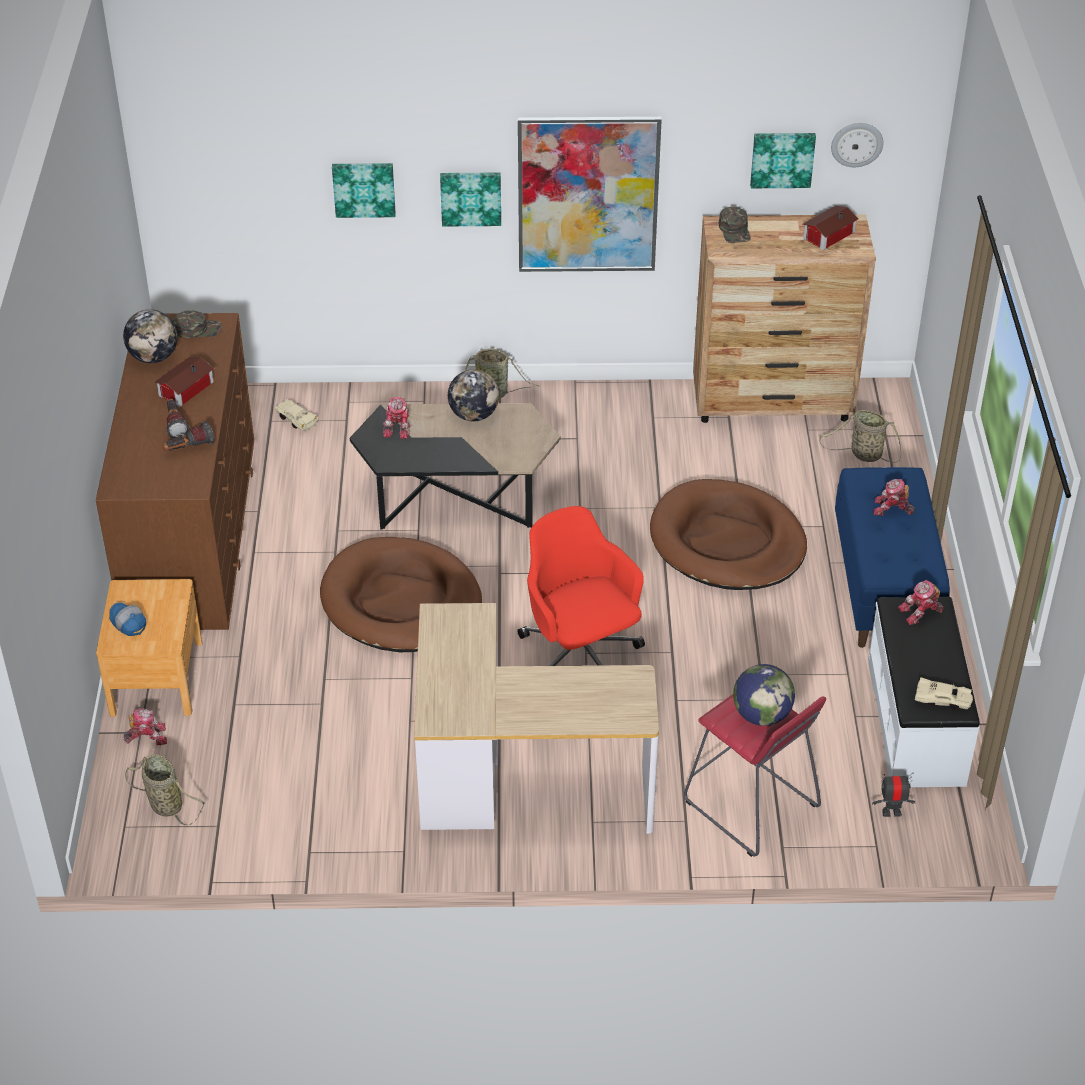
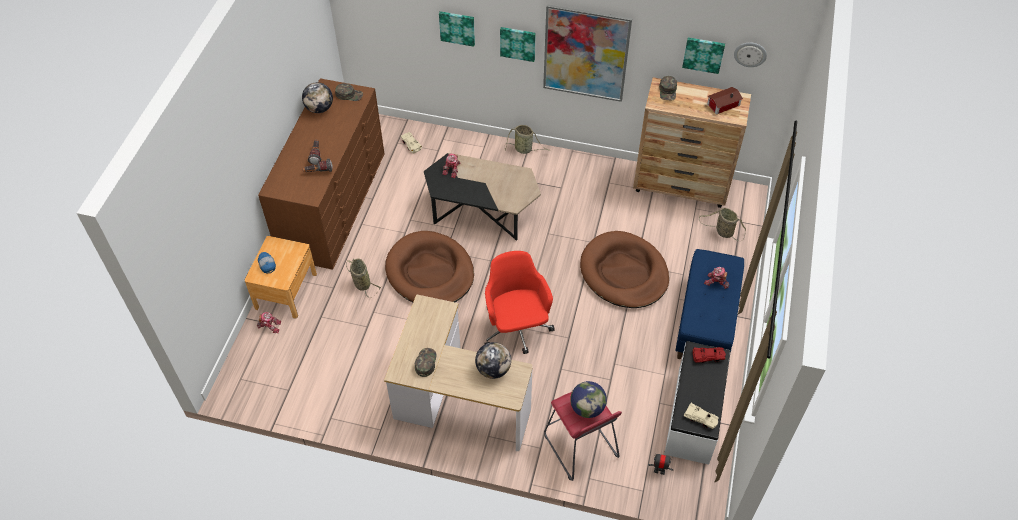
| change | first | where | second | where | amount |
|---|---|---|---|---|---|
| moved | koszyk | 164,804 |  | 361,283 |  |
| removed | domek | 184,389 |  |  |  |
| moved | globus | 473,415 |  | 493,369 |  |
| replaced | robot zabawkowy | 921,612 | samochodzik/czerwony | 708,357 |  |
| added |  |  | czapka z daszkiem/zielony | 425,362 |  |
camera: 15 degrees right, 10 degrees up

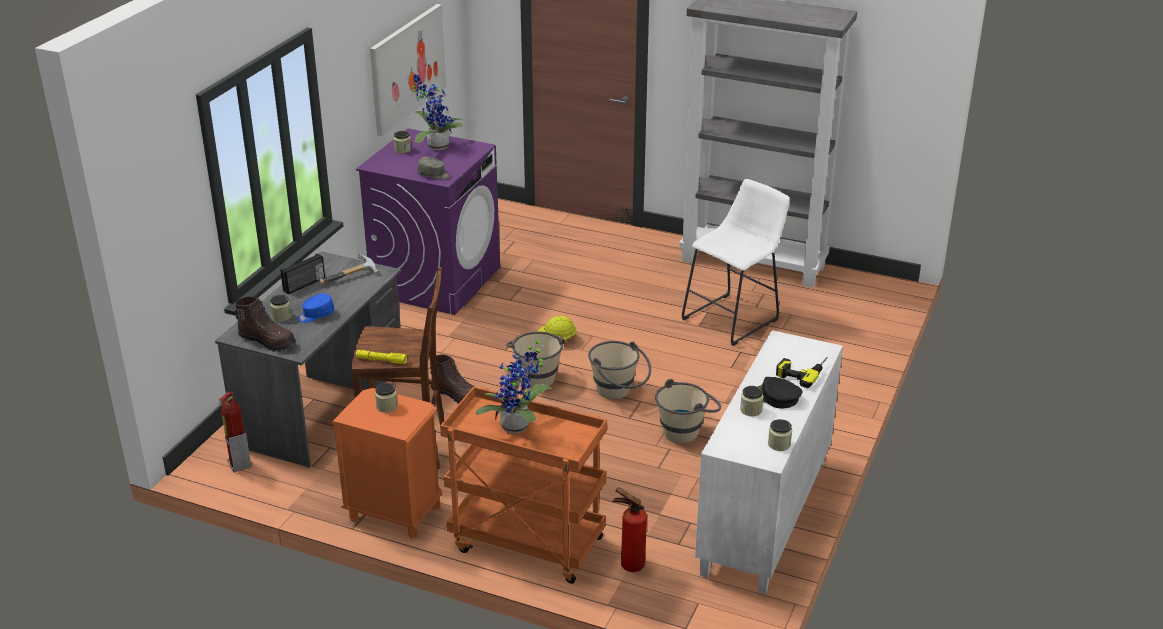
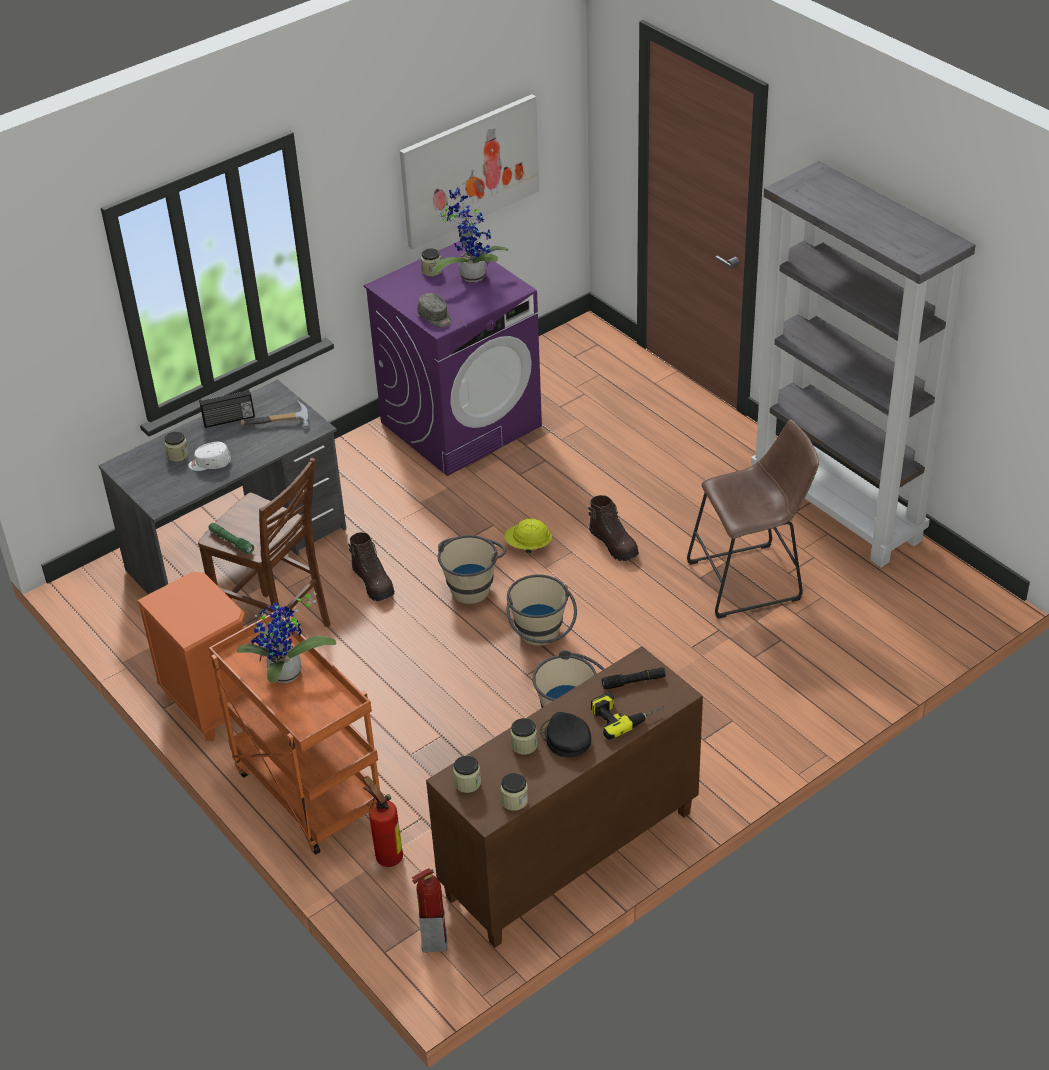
| change | first | where | second | where | amount |
|---|---|---|---|---|---|
| moved | gaśnica | 239,465 |  | 434,941 |  |
| moved | but z cholewką/brązowy | 268,341 |  | 614,544 |  |
| recoloured | czapka z daszkiem/niebieski | 315,315 | czapka z daszkiem/biały | 210,464 |  |
| recoloured | latarka/żółty | 381,360 | latarka/zielony | 231,542 |  |
| moved | słoik | 387,406 |  | 467,783 |  |
| recoloured | stołek/biały | 734,318 | stołek/brązowy | 751,580 |  |
| recoloured | szafka/biały | 765,518 | szafka/brązowy | 570,857 |  |
| added |  |  | latarka/czarny | 634,682 |  |
camera: 30 degrees right, 10 degrees up

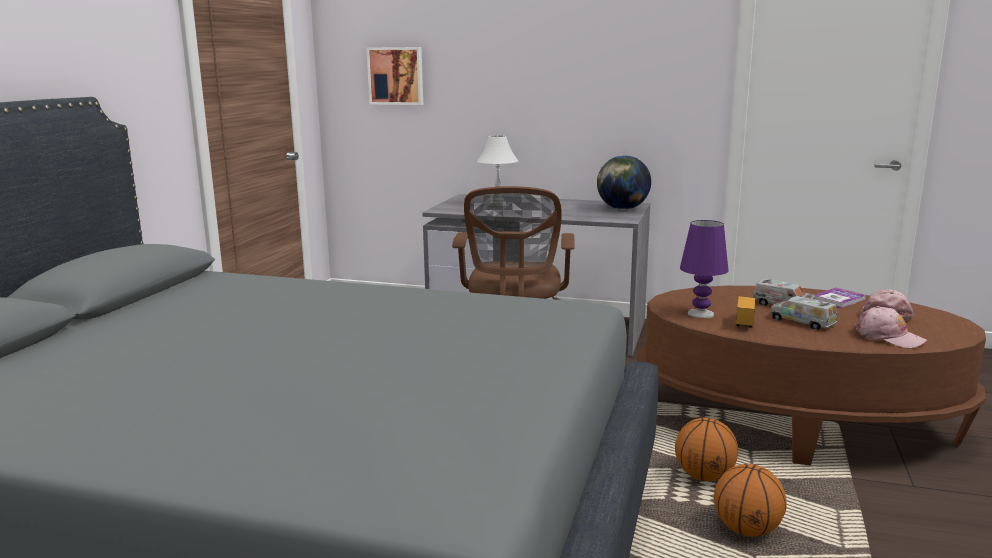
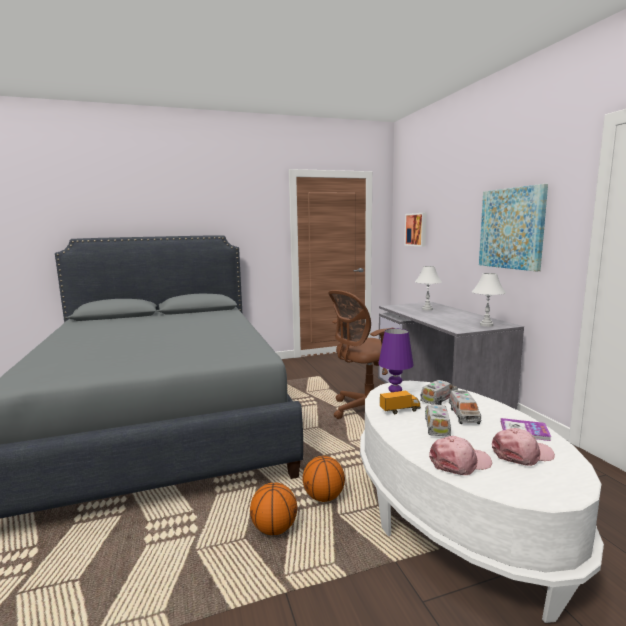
| change | first | where | second | where | amount |
|---|---|---|---|---|---|
| replaced | globus | 622,208 | lampa stołowa/biały | 486,325 |  |
| recoloured | ława/brązowy | 794,421 | ława/biały | 454,514 |  |
| turned | czapka z daszkiem/różowy | 888,337 |  | 460,462 | 120 degrees counterclockwise |
| added |  |  | ciężarówka zabawkowa | 439,399 |  |
| added |  |  | obraz | 511,228 |  |
camera: 55 degrees right, 5 degrees down

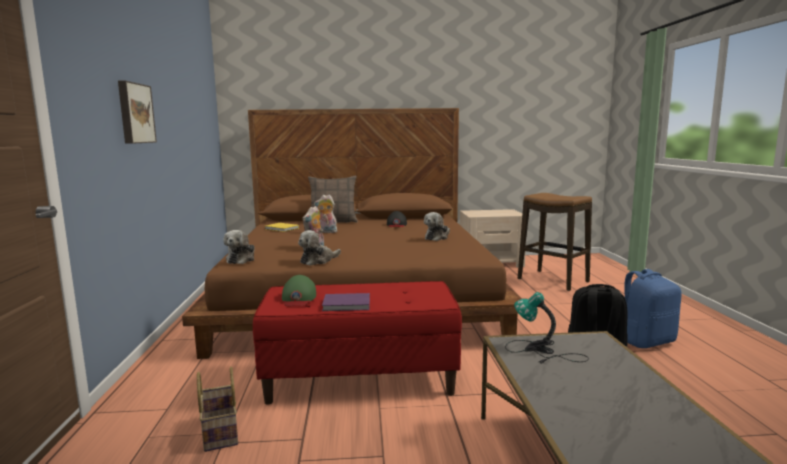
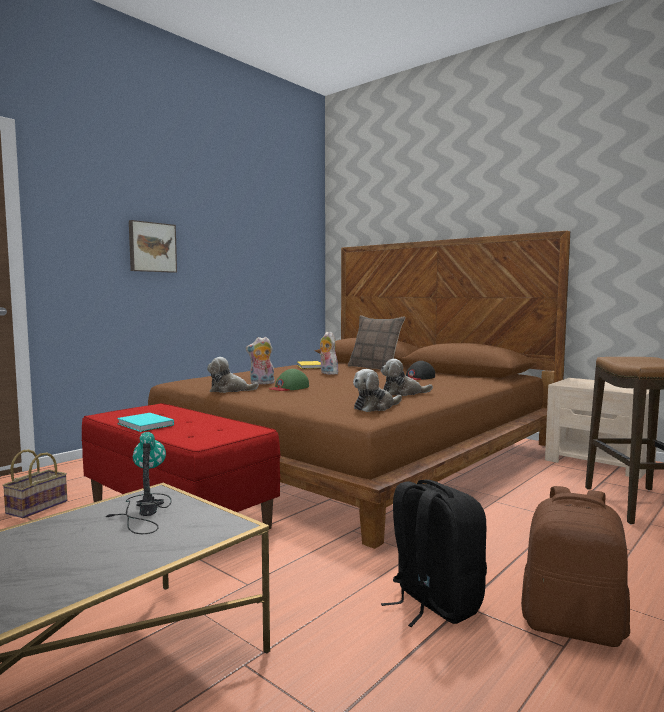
| change | first | where | second | where | amount |
|---|---|---|---|---|---|
| moved | pluszak | 241,259 |  | 375,407 |  |
| moved | czapka z daszkiem/zielony | 298,298 |  | 289,388 |  |
| recoloured | książka/fioletowy | 348,304 | książka/turkusowy | 145,425 |  |
| recoloured | plecak/niebieski | 646,341 | plecak/brązowy | 573,627 |  |
camera: 45 degrees right, 5 degrees down

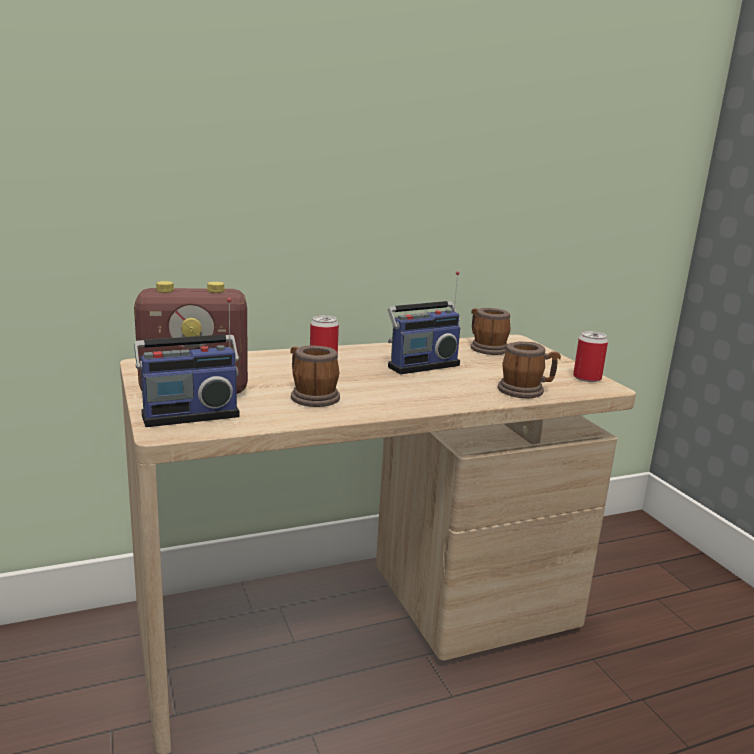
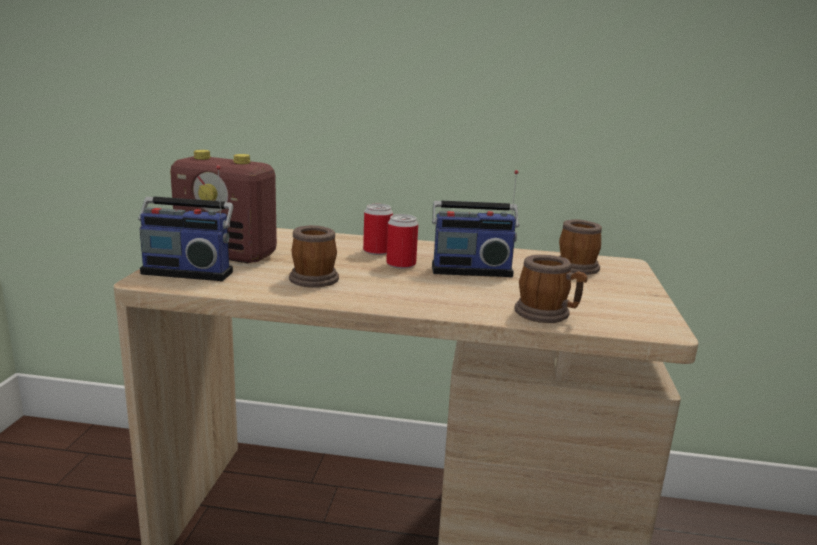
| change | first | where | second | where | amount |
|---|---|---|---|---|---|
| moved | puszka | 587,378 |  | 401,264 |  |
camera: 30 degrees right, 0 degrees up

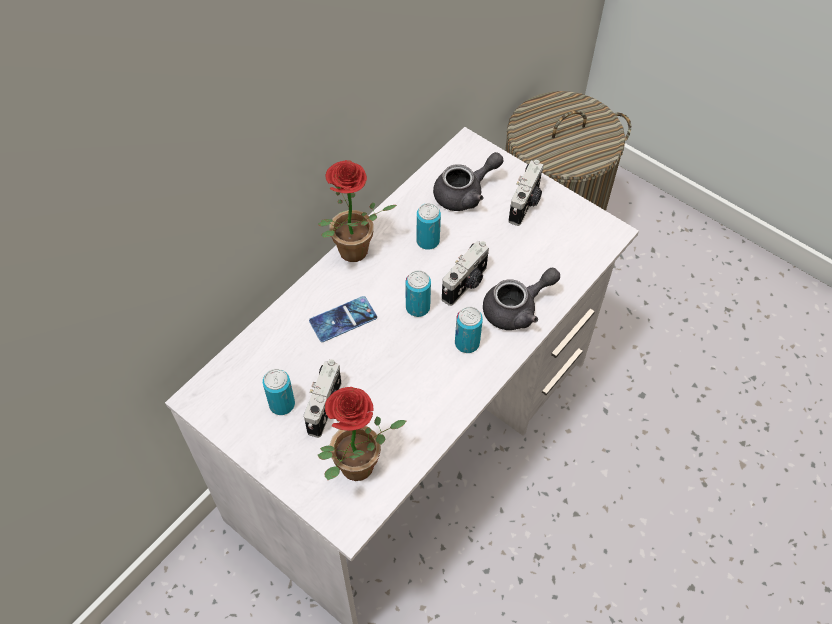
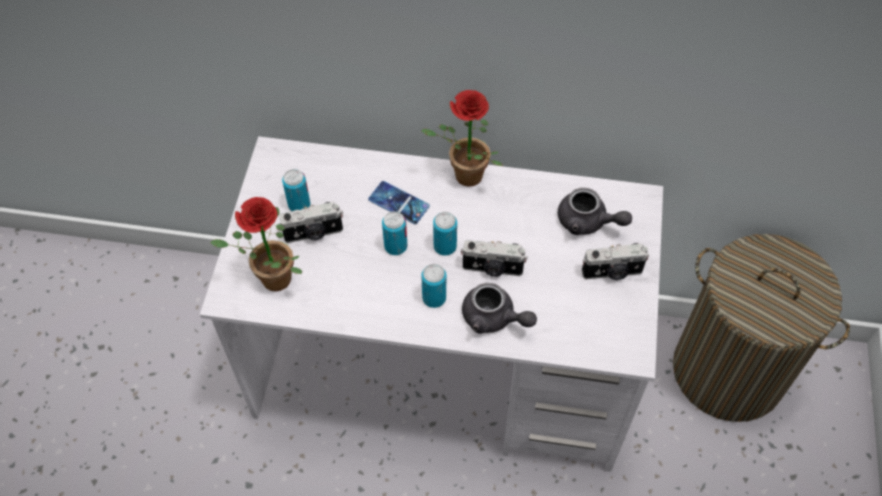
| change | first | where | second | where | amount |
|---|---|---|---|---|---|
| moved | puszka | 428,241 |  | 395,246 |  |
camera: 60 degrees right, 0 degrees up

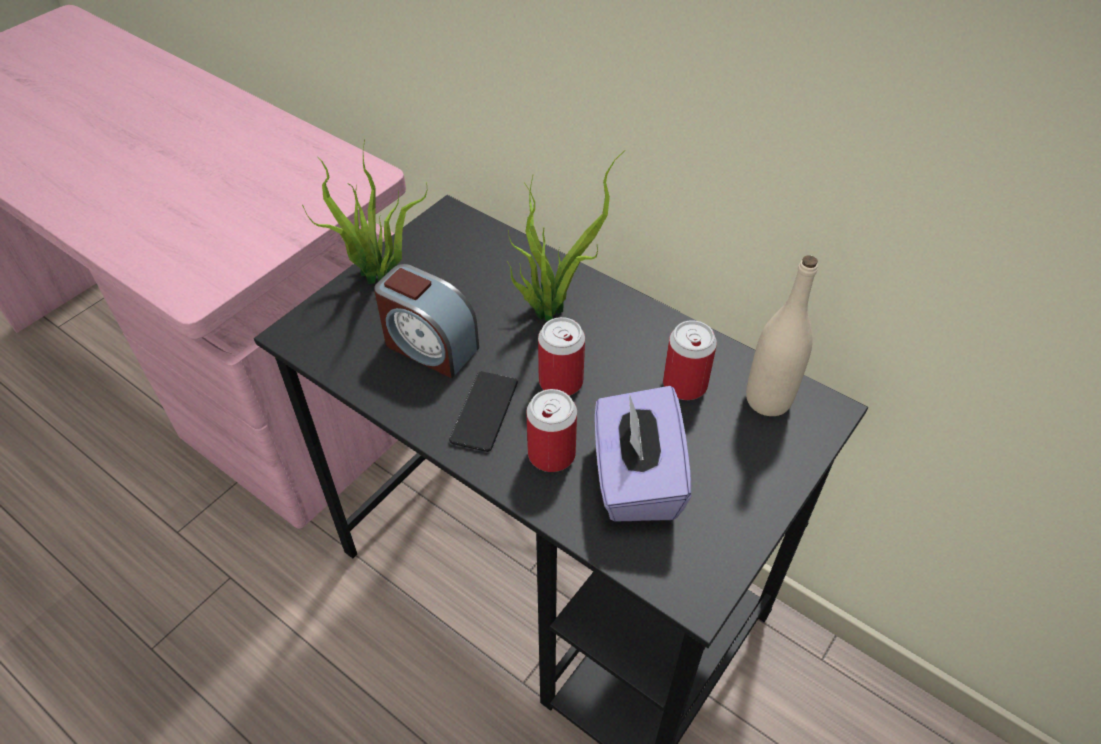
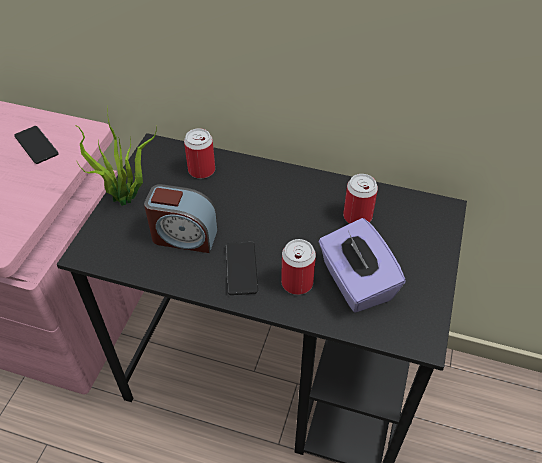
| change | first | where | second | where | amount |
|---|---|---|---|---|---|
| removed | roślina doniczkowa | 550,307 |  |  |  |
| moved | puszka | 561,381 |  | 201,170 |  |
| removed | butelka/beżowy | 768,400 |  |  |  |
| added |  |  | telefon | 36,145 |  |
camera: 20 degrees left, 0 degrees up

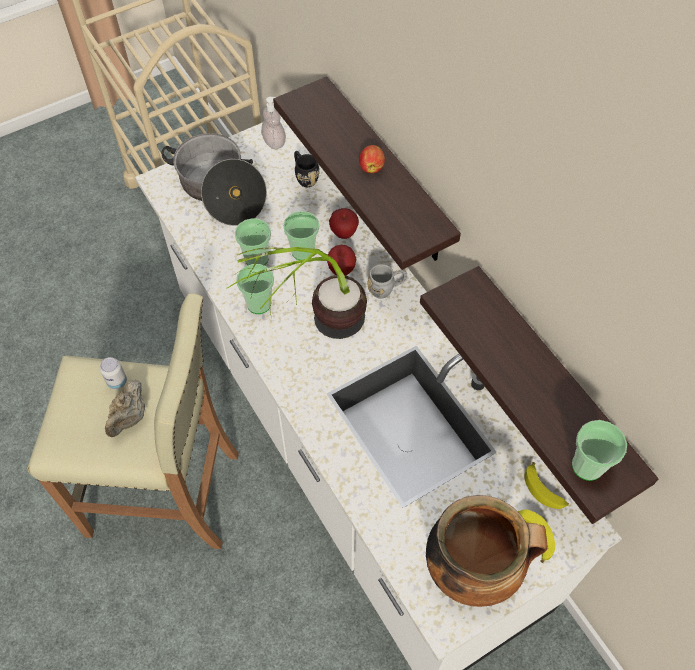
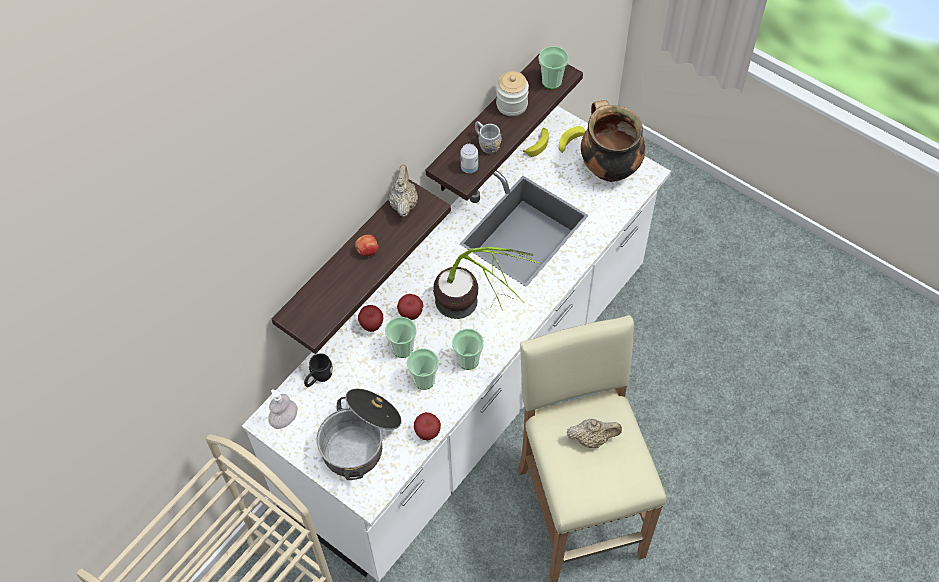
| change | first | where | second | where | amount |
|---|---|---|---|---|---|
| moved | puszka | 117,381 |  | 469,167 |  |
| moved | kubek/szary | 386,289 |  | 486,143 |  |
| added |  |  | imbryk/beżowy | 403,203 |  |
| added |  |  | jabłko | 427,433 |  |
| added |  |  | słoik | 512,104 |  |
camera: 110 degrees left, 0 degrees up

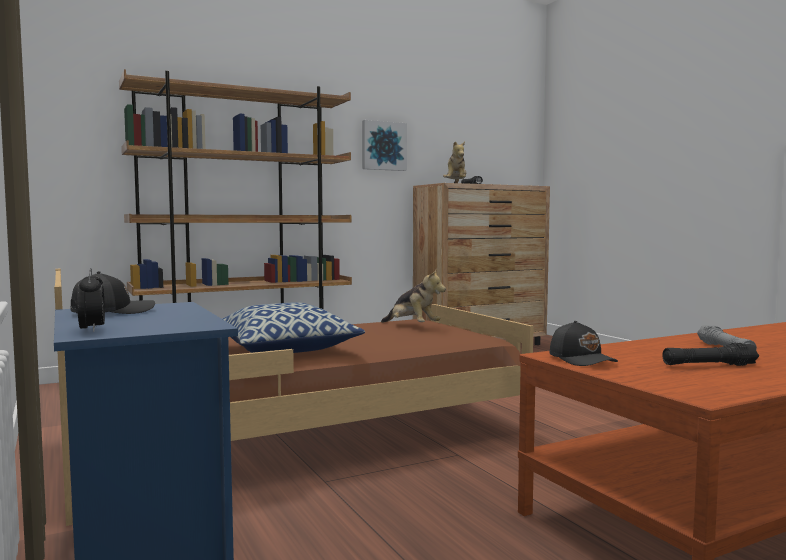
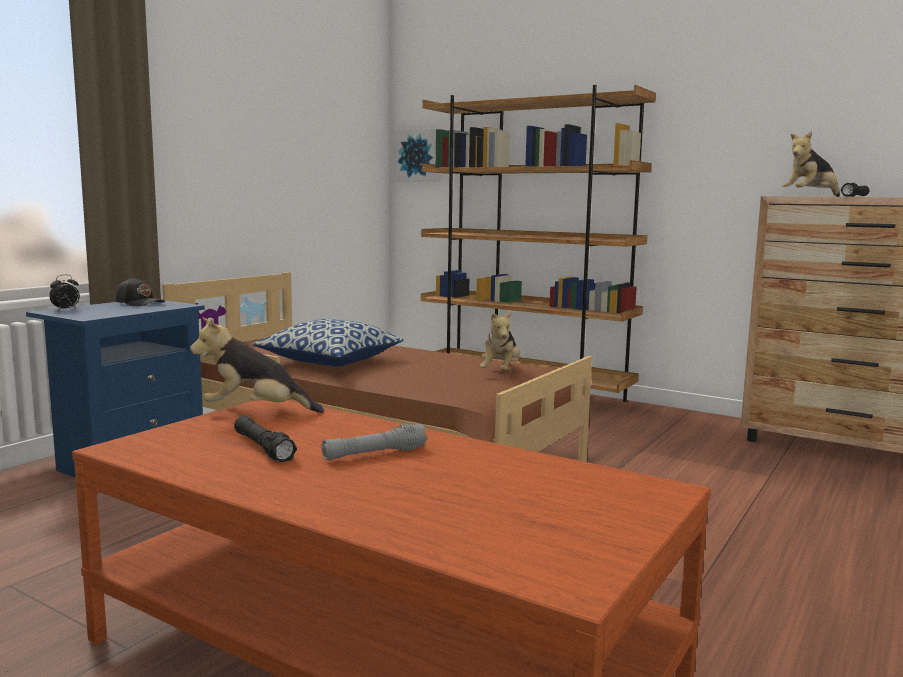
| change | first | where | second | where | amount |
|---|---|---|---|---|---|
| moved | obraz | 383,146 |  | 419,156 |  |
| replaced | czapka z daszkiem/czarny | 582,359 | pluszak | 256,411 |  |
camera: 60 degrees right, 5 degrees up

